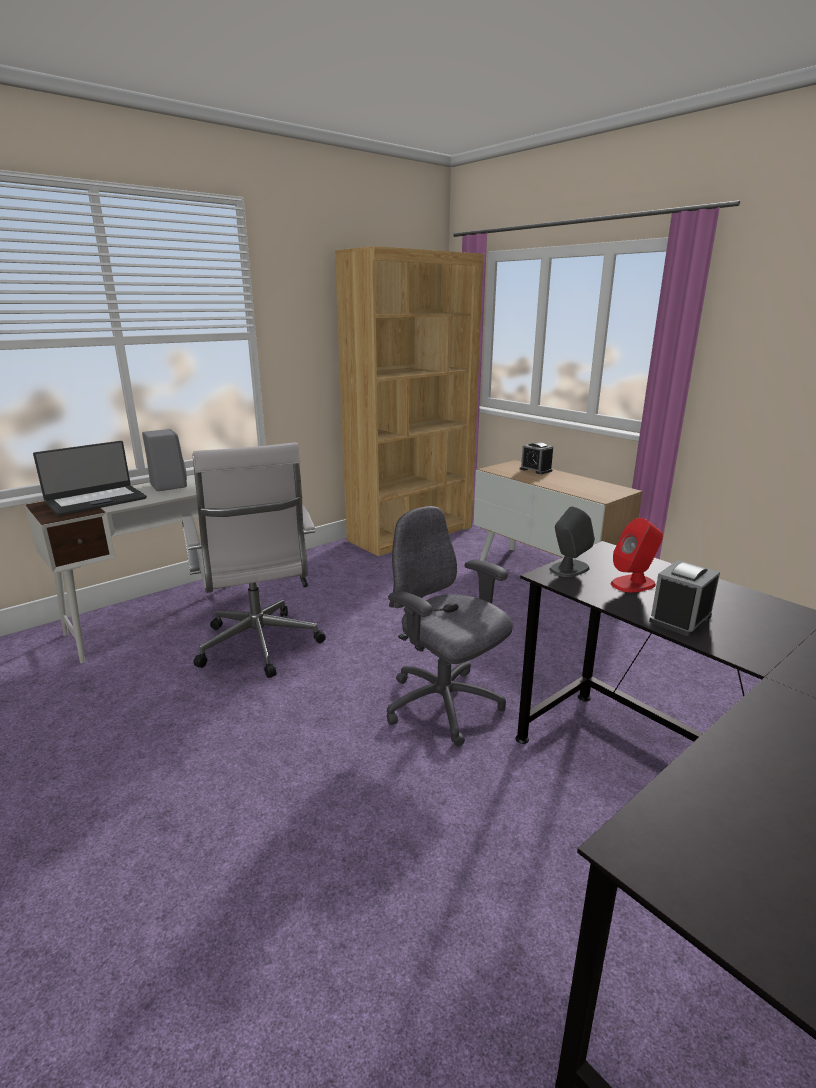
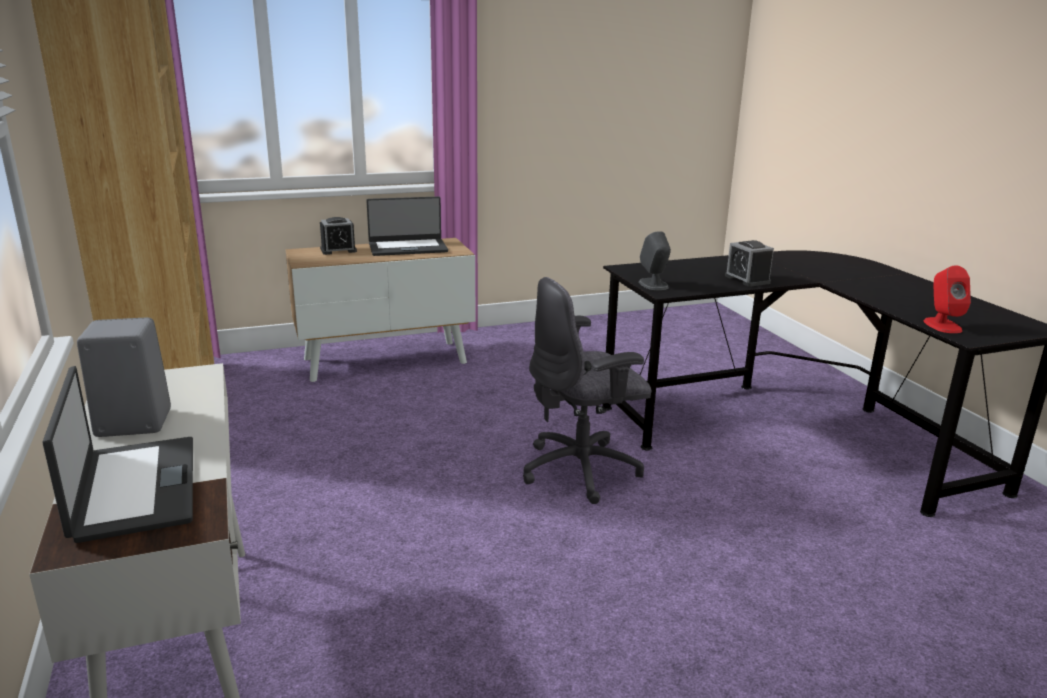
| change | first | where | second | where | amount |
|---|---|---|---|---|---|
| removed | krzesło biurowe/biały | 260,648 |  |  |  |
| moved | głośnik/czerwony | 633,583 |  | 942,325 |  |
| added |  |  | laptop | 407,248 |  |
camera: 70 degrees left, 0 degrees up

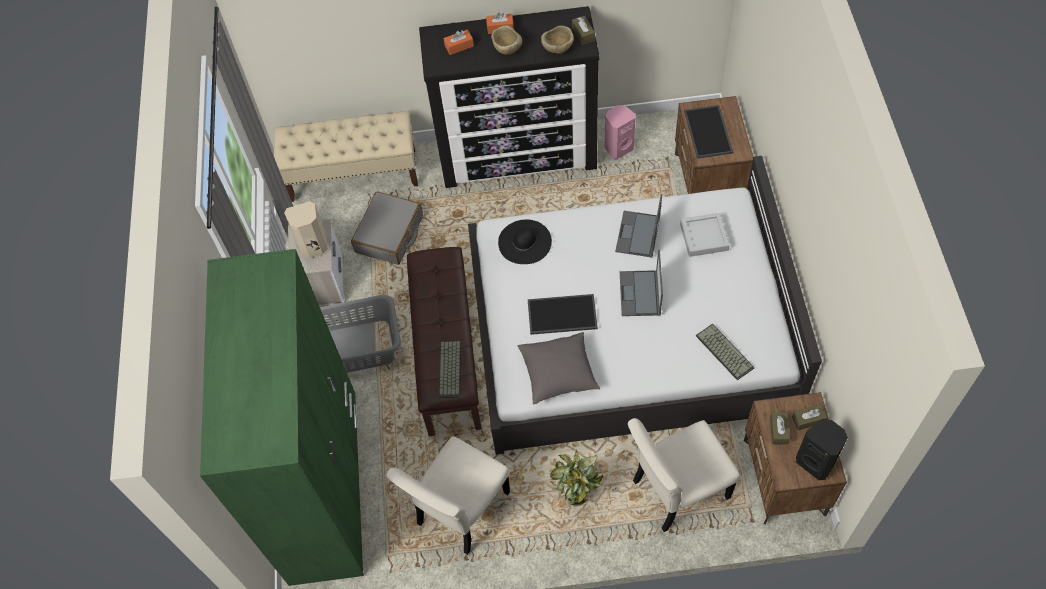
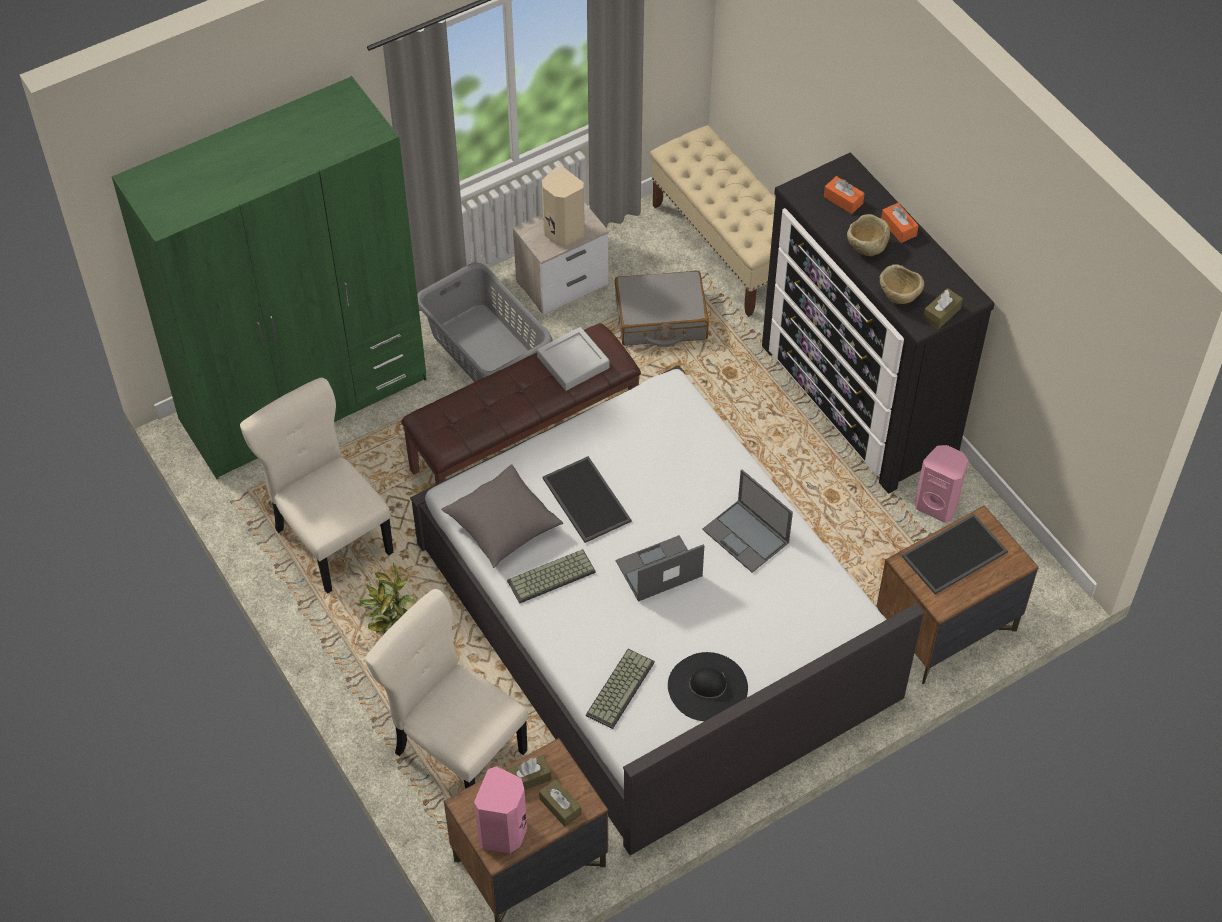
| change | first | where | second | where | amount |
|---|---|---|---|---|---|
| turned | krzesło/beżowy | 460,511 |  | 331,537 | 45 degrees clockwise |
| moved | klawiatura | 451,370 |  | 551,578 |  |
| moved | kapelusz/czarny | 525,242 |  | 707,687 |  |
| turned | laptop | 638,235 |  | 746,536 | 120 degrees counterclockwise |
| moved | taca/szary | 704,237 |  | 573,362 |  |
| recoloured | głośnik/czarny | 816,462 | głośnik/różowy | 504,833 |  |
camera: 60 degrees right, 5 degrees down

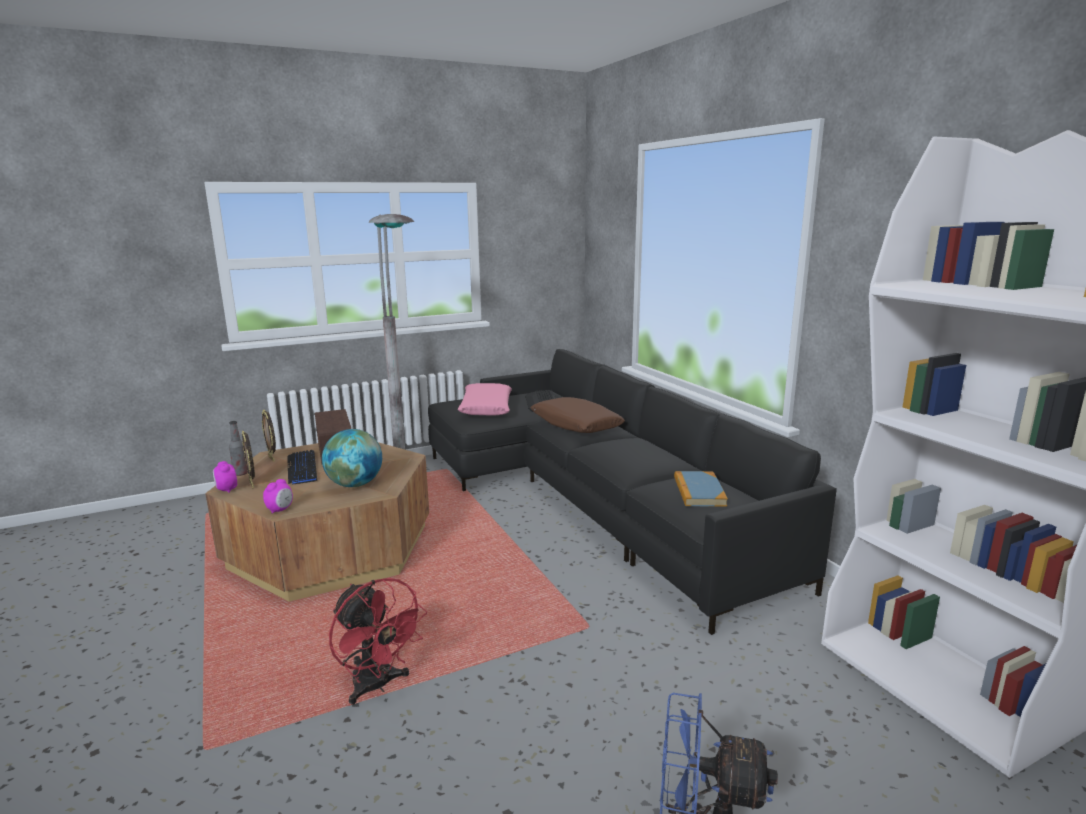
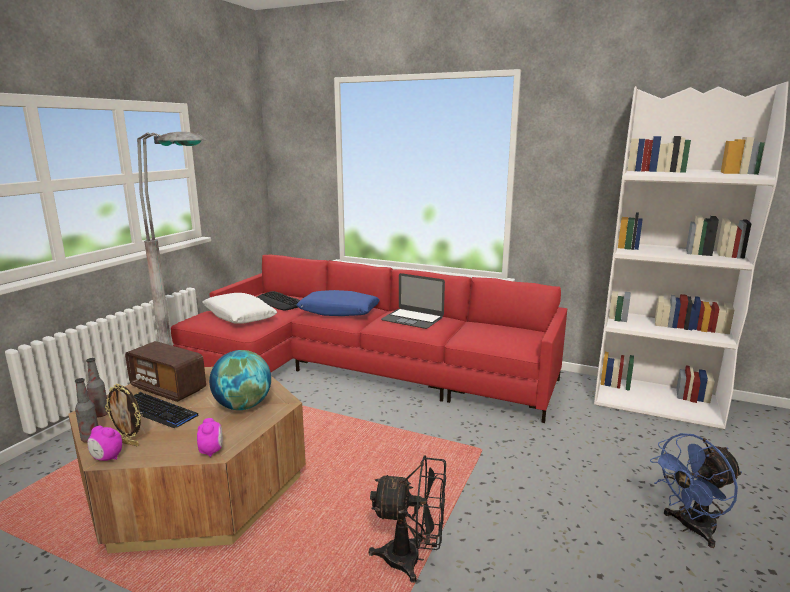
| change | first | where | second | where | amount |
|---|---|---|---|---|---|
| replaced | ramka na zdjęcie | 272,459 | butelka | 100,414 |  |
| recoloured | wentylator/czerwony | 377,686 | wentylator/czarny | 412,559 |  |
| recoloured | kanapa/czarny | 591,498 | kanapa/czerwony | 359,369 |  |
| recoloured | poduszka/różowy | 486,408 | poduszka/biały | 239,316 |  |
| recoloured | poduszka/brązowy | 576,425 | poduszka/niebieski | 339,311 |  |
| removed | książka | 699,492 |  |  |  |
| added |  |  | laptop | 412,318 |  |
camera: 40 degrees left, 0 degrees up

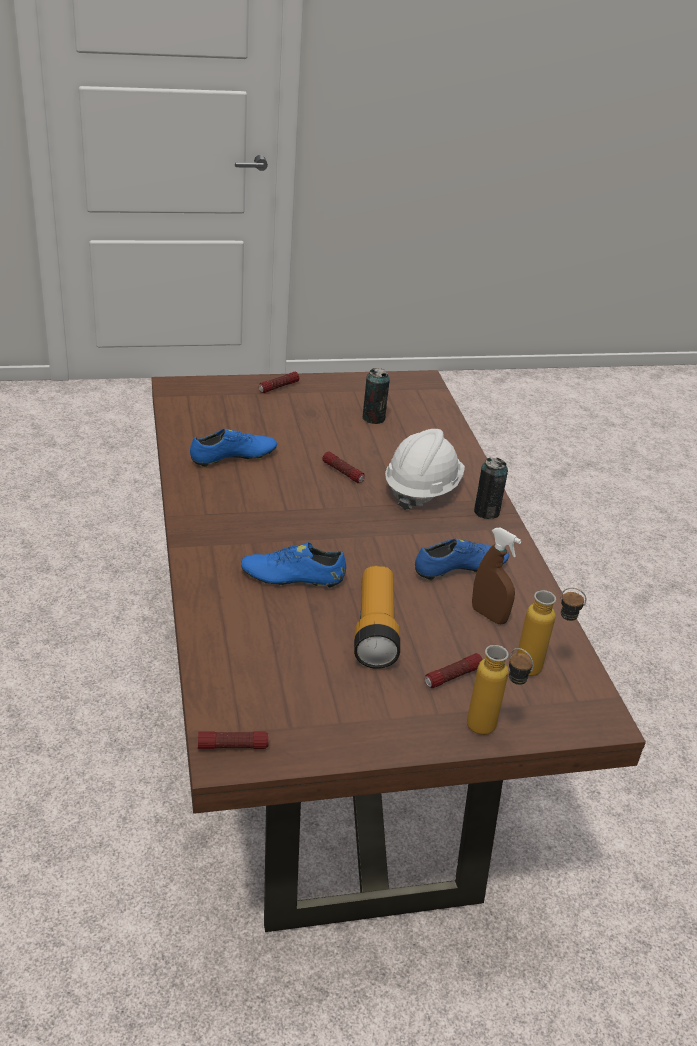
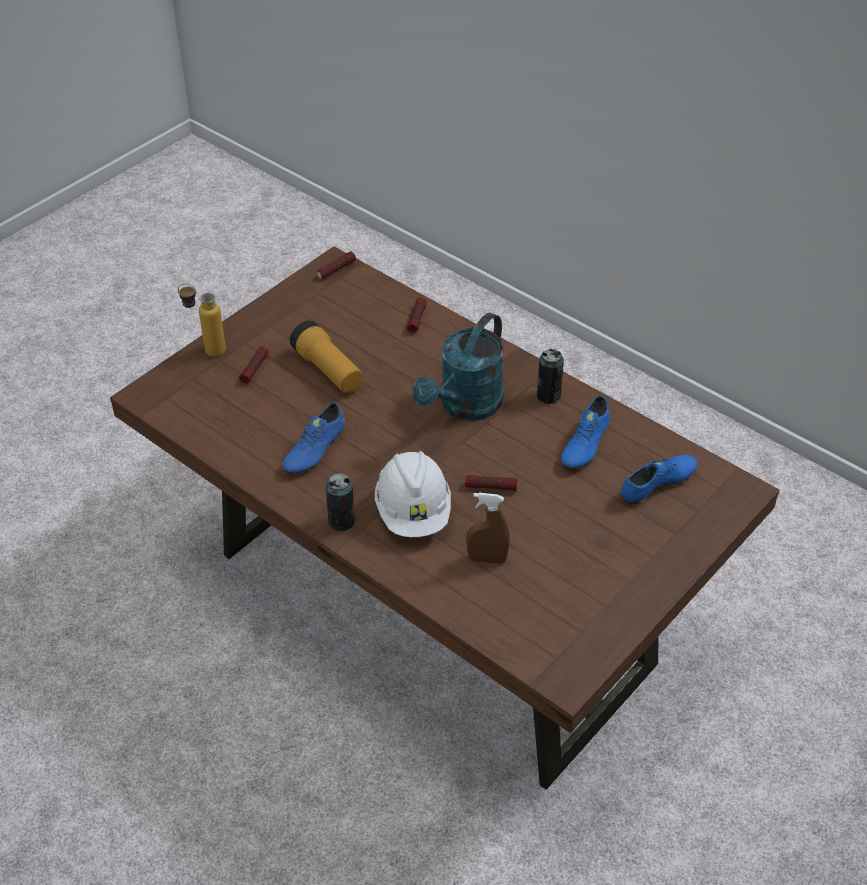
| change | first | where | second | where | amount |
|---|---|---|---|---|---|
| moved | but/niebieski | 292,578 |  | 657,485 |  |
| moved | latarka | 278,387 |  | 416,319 |  |
| moved | puszka | 373,418 |  | 548,396 |  |
| moved | spryskiwacz/brązowy | 488,615 |  | 487,559 |  |
| removed | butelka | 539,671 |  |  |  |
| added |  |  | konewka/turkusowy | 465,407 |  |
camera: 145 degrees right, 10 degrees up

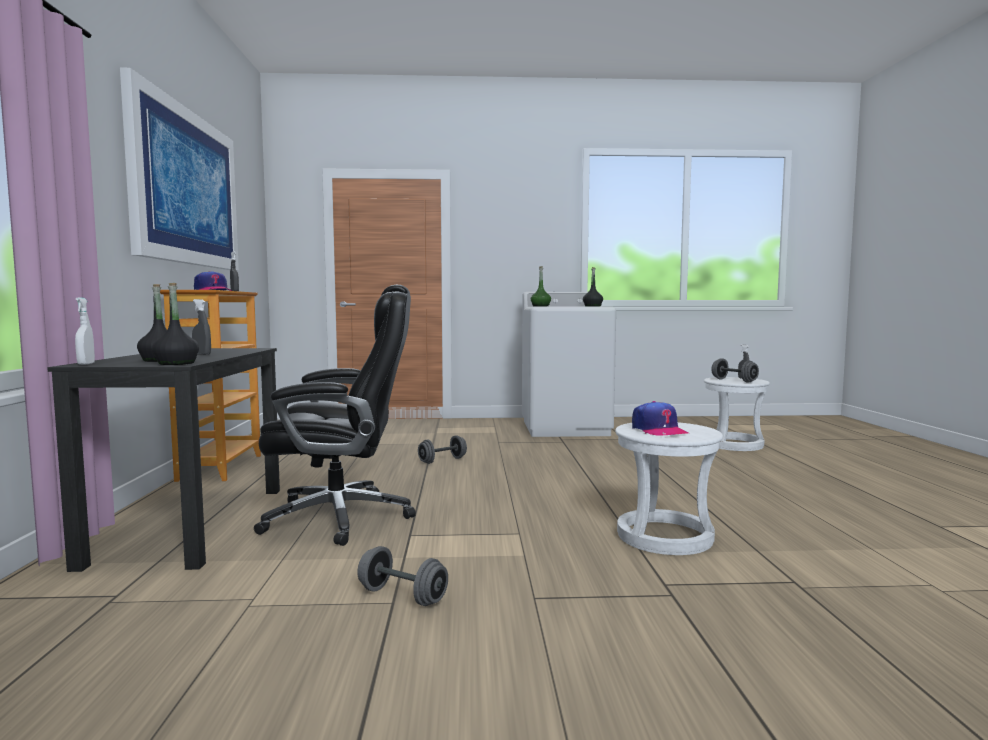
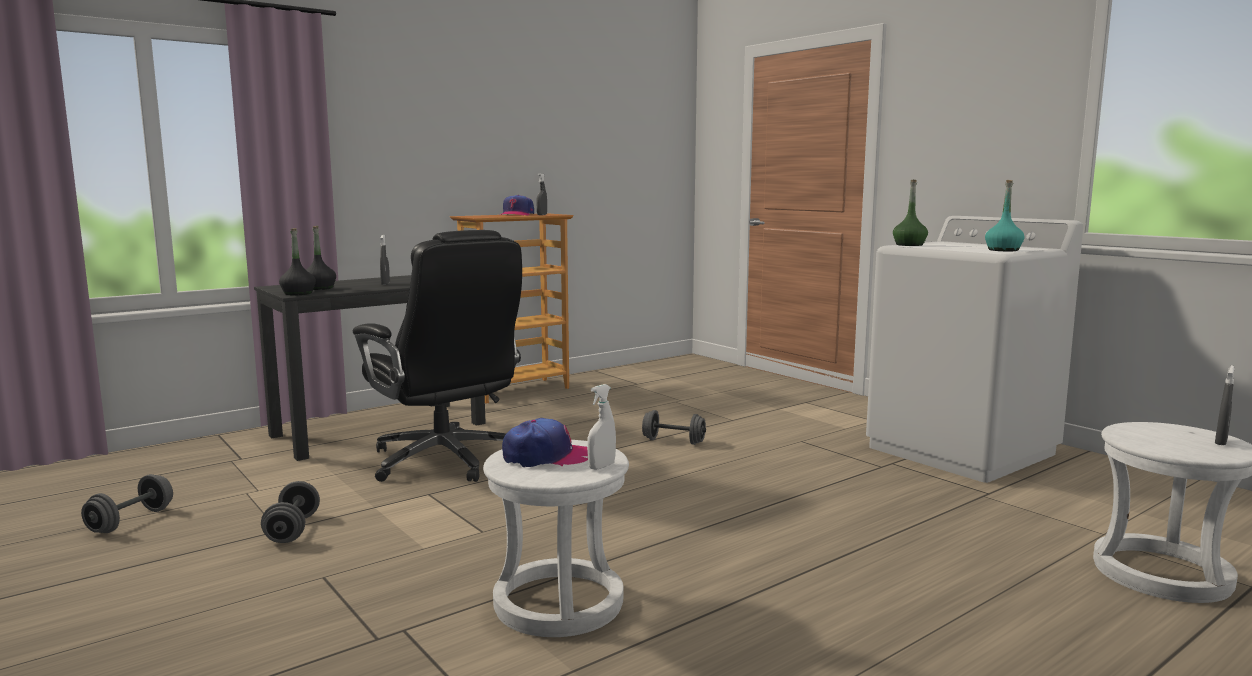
| change | first | where | second | where | amount |
|---|---|---|---|---|---|
| moved | spryskiwacz/biały | 86,364 |  | 601,466 |  |
| removed | obraz | 186,188 |  |  |  |
| recoloured | butelka/czarny | 592,306 | butelka/turkusowy | 1003,250 |  |
| turned | czapka z daszkiem | 658,430 |  | 547,457 | 135 degrees counterclockwise |
| moved | hantel/szary | 734,380 |  | 131,521 |  |
camera: 55 degrees right, 5 degrees up

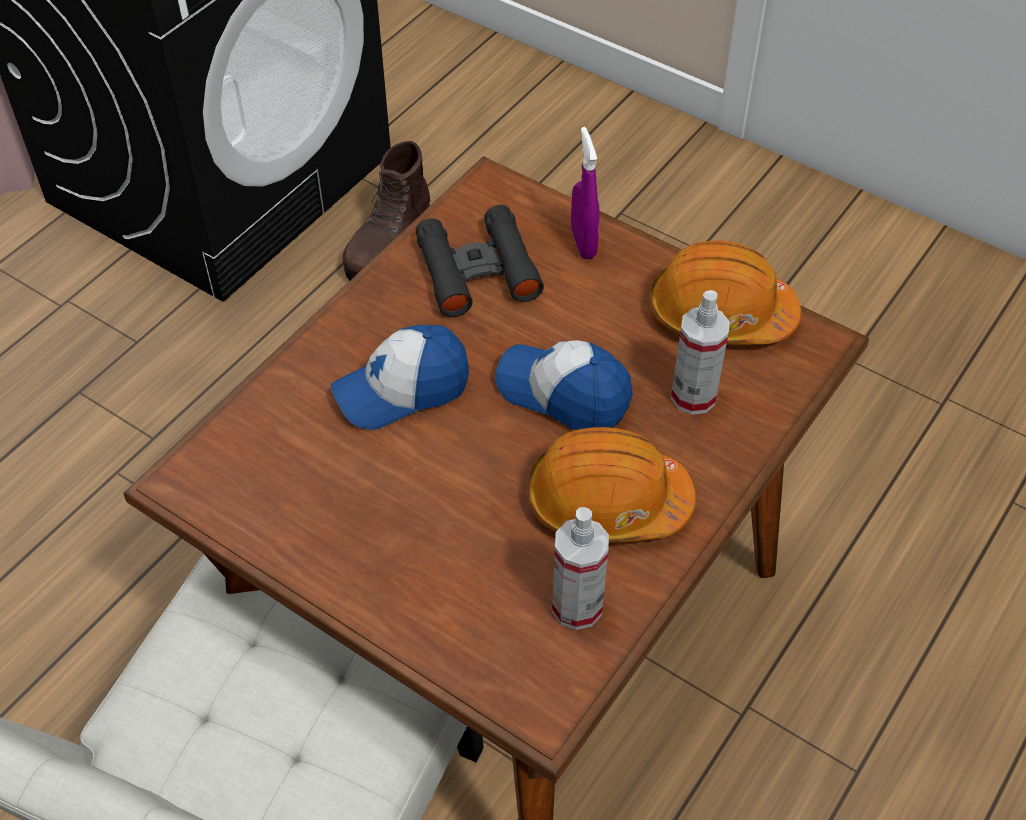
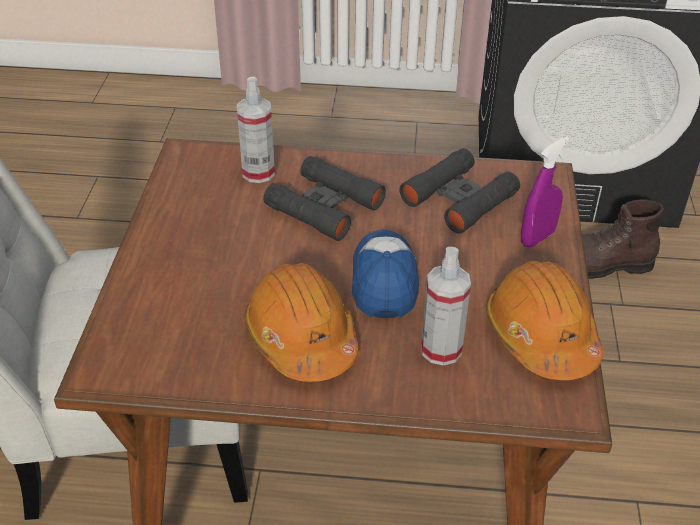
| change | first | where | second | where | amount |
|---|---|---|---|---|---|
| replaced | czapka z daszkiem | 402,389 | lornetka/czarny | 324,206 |  |
| moved | spryskiwacz | 577,606 |  | 258,173 |  |
camera: 60 degrees right, 10 degrees down

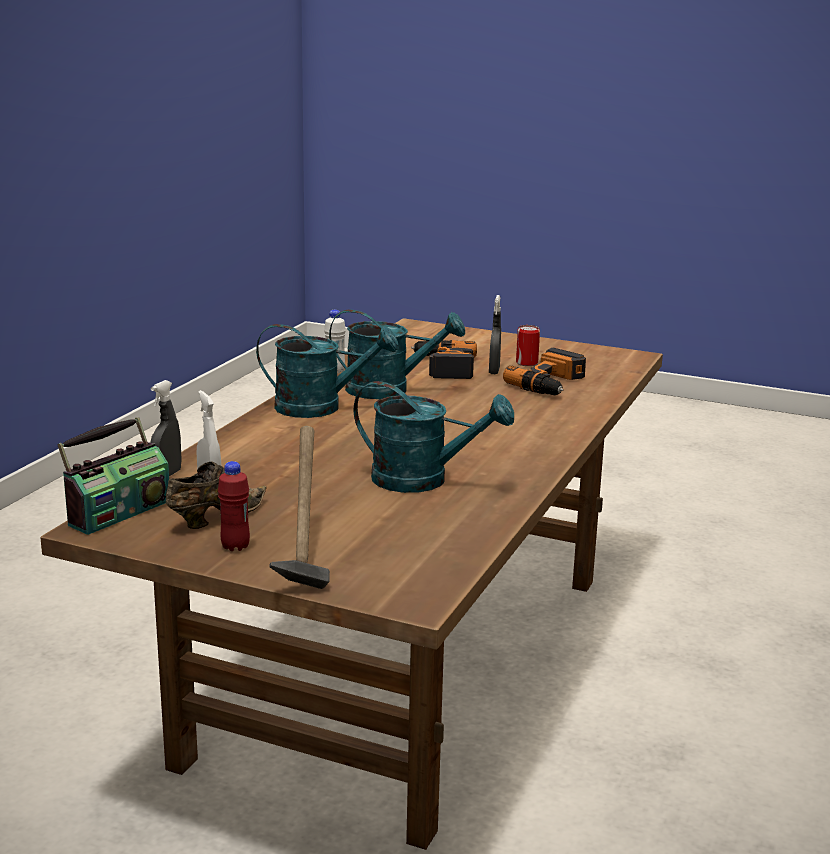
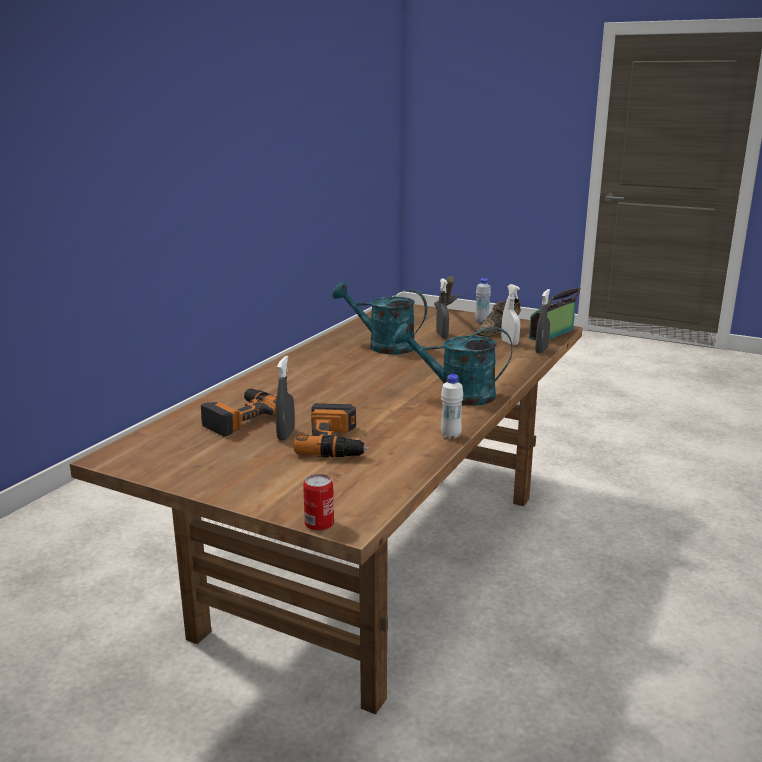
| change | first | where | second | where | amount |
|---|---|---|---|---|---|
| recoloured | butelka/czerwony | 235,546 | butelka/biały | 482,321 |  |
| removed | konewka/turkusowy | 389,390 |  |  |  |
| moved | puszka | 526,363 |  | 319,523 |  |
| added |  |  | spryskiwacz/szary | 442,335 |  |
camera: 175 degrees left, 0 degrees up

